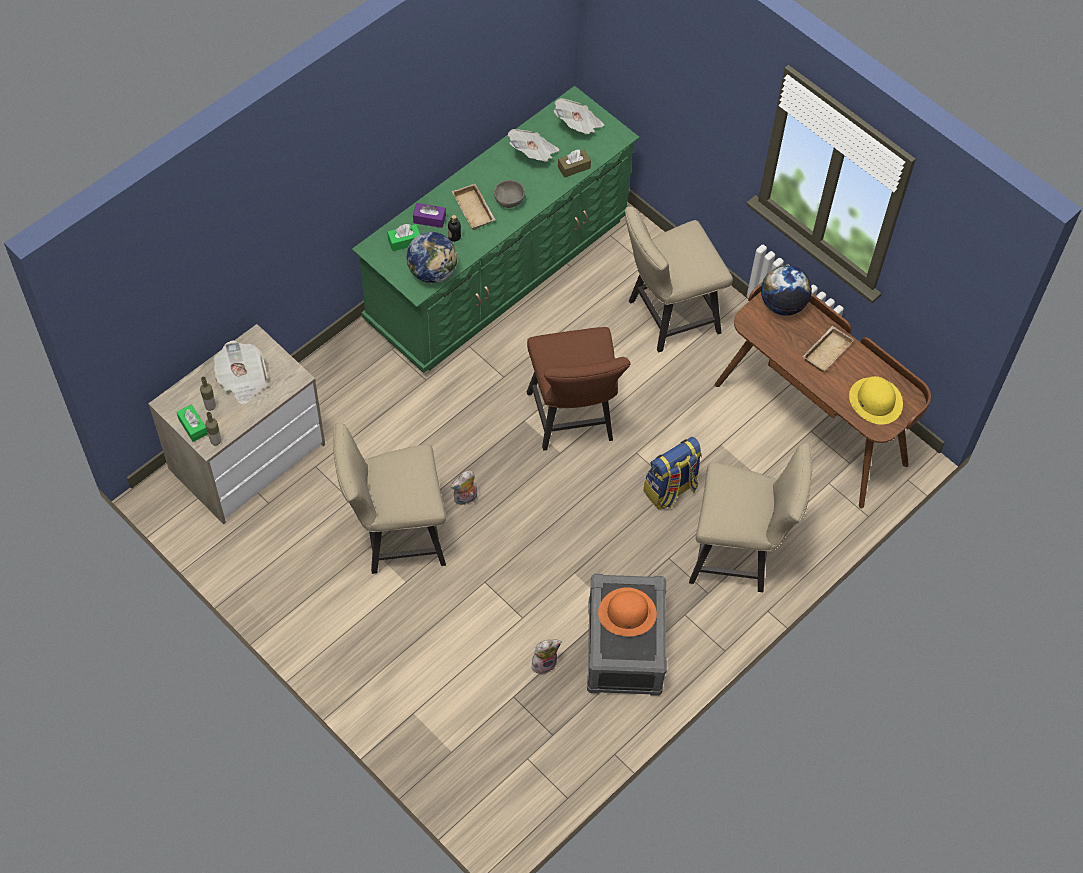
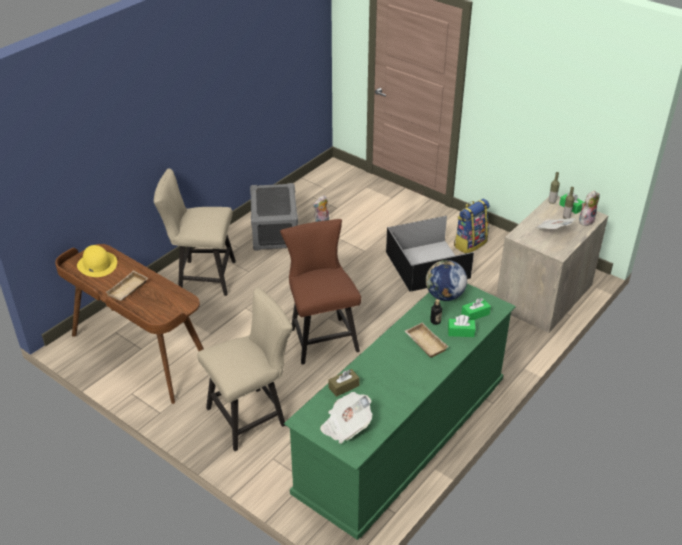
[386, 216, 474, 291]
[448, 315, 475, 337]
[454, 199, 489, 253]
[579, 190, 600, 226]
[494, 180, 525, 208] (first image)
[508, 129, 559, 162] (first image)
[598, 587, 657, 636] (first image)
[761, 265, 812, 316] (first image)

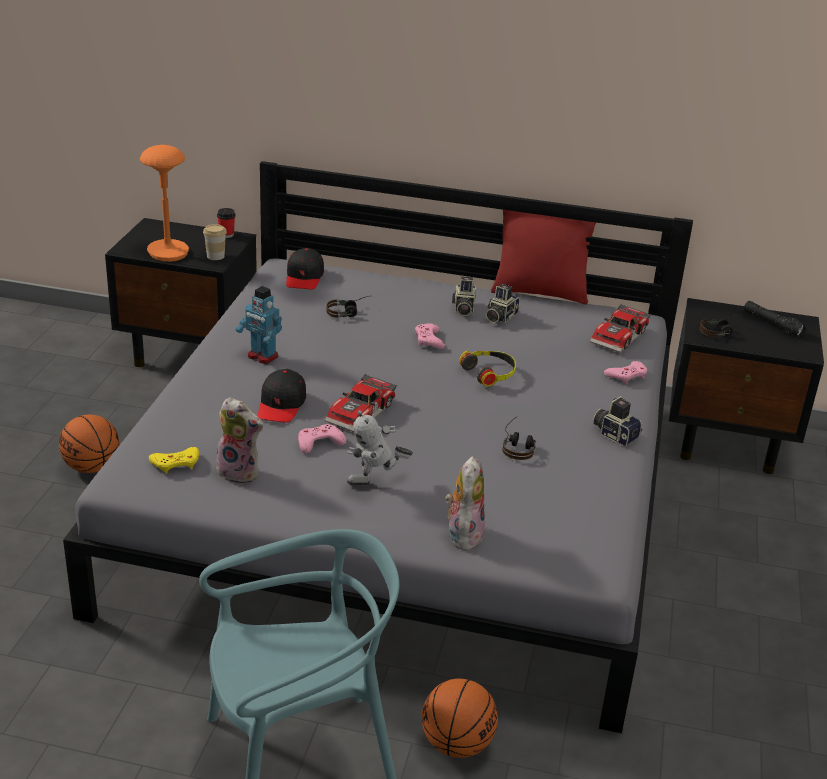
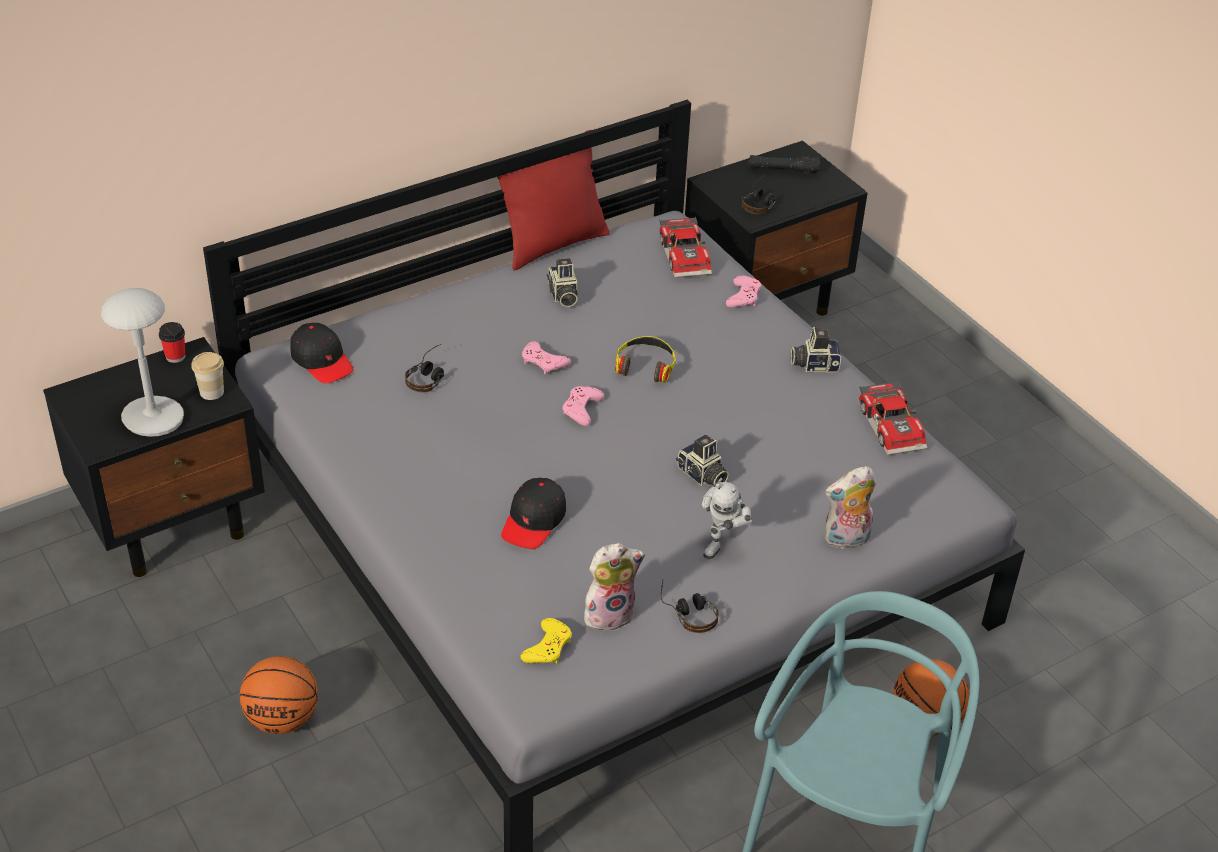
[101, 288, 184, 437]
[501, 477, 566, 549]
[563, 386, 604, 426]
[661, 580, 719, 633]
[676, 434, 729, 486]
[824, 466, 876, 549]
[859, 381, 927, 455]
[236, 286, 282, 364] (first image)

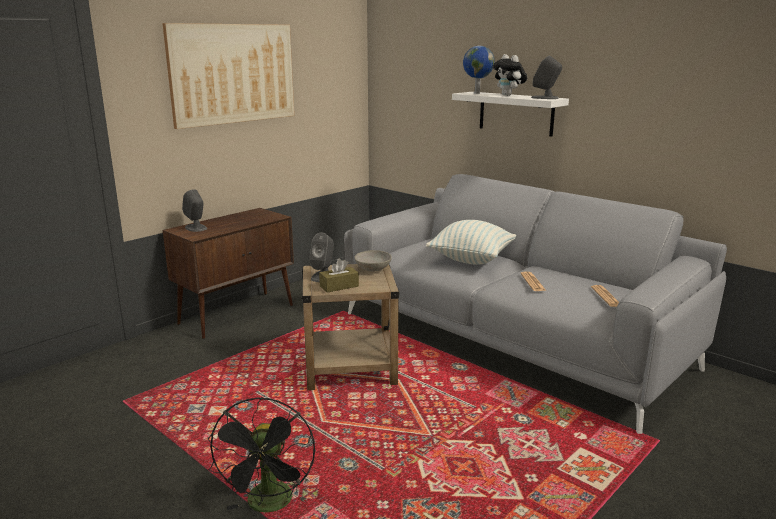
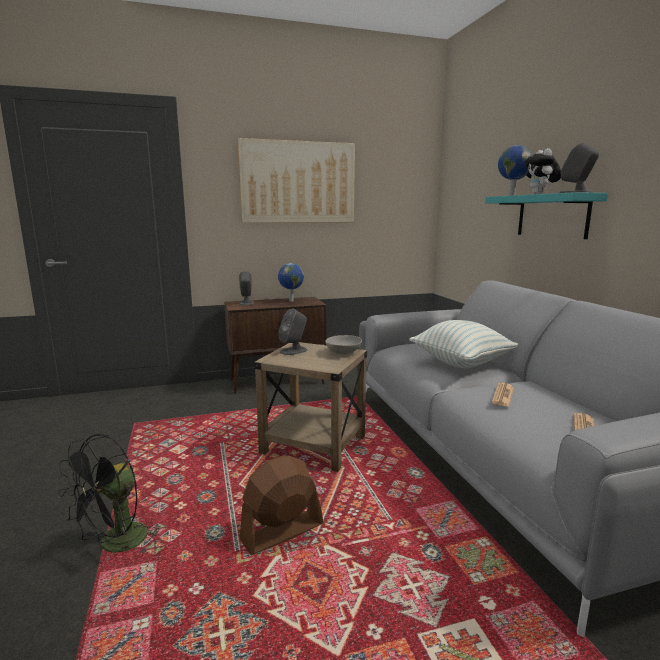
[239, 455, 323, 555]
[278, 263, 304, 302]
[485, 192, 608, 239]
[319, 259, 359, 293] (first image)

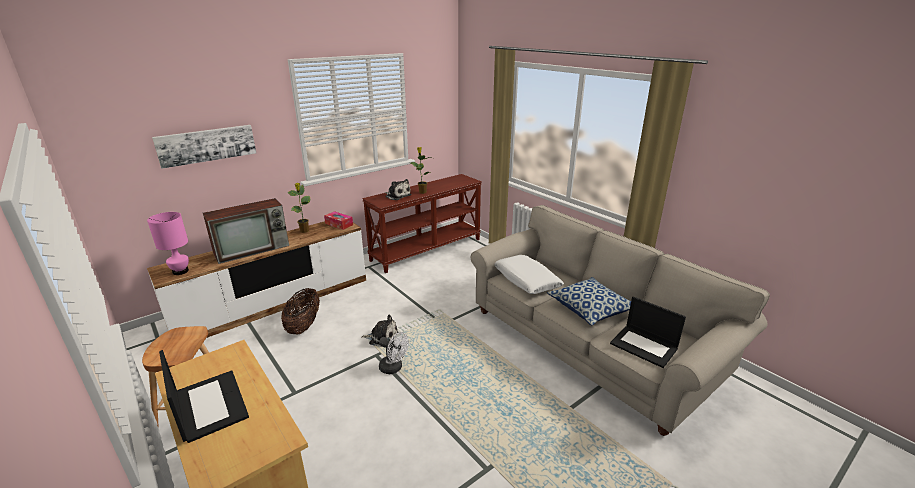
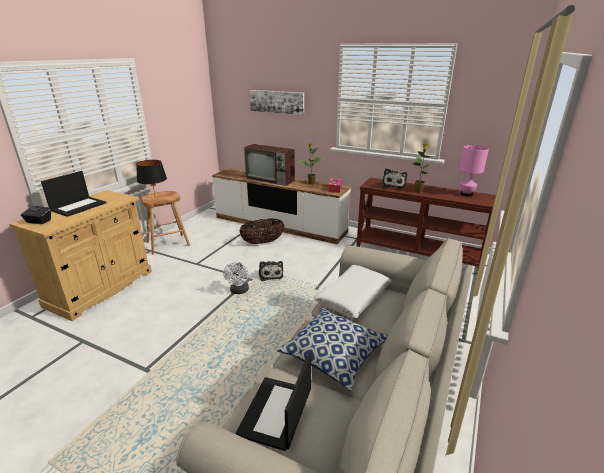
[21, 205, 51, 224]
[136, 160, 167, 195]
[459, 145, 489, 197]

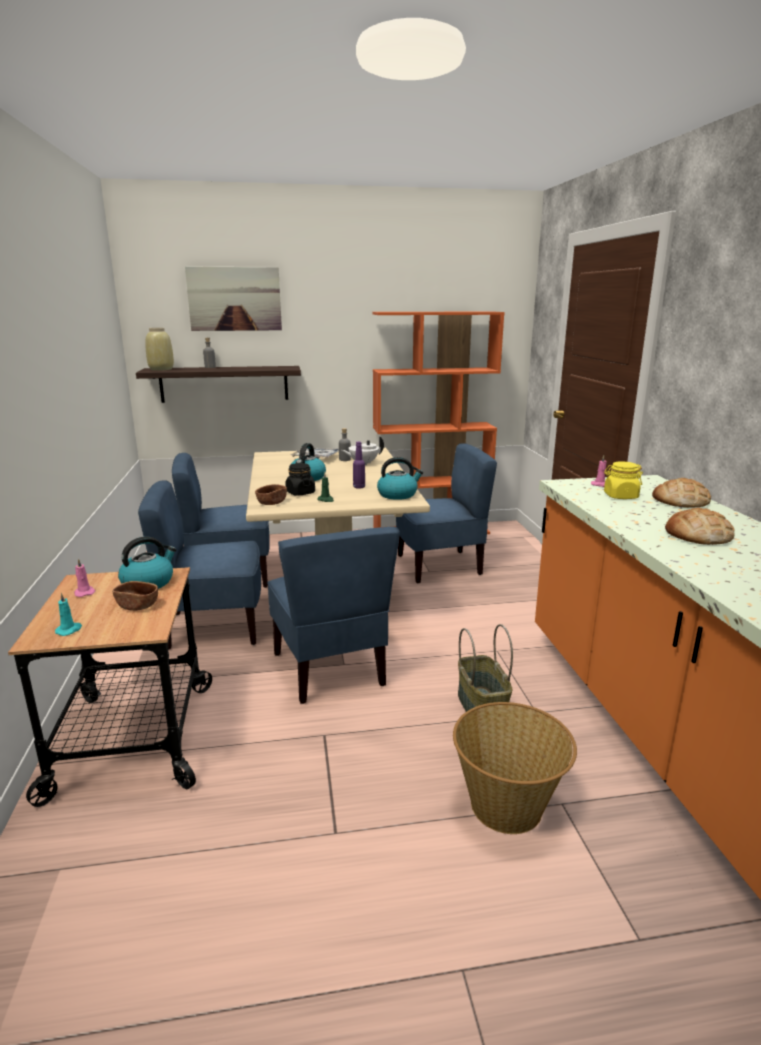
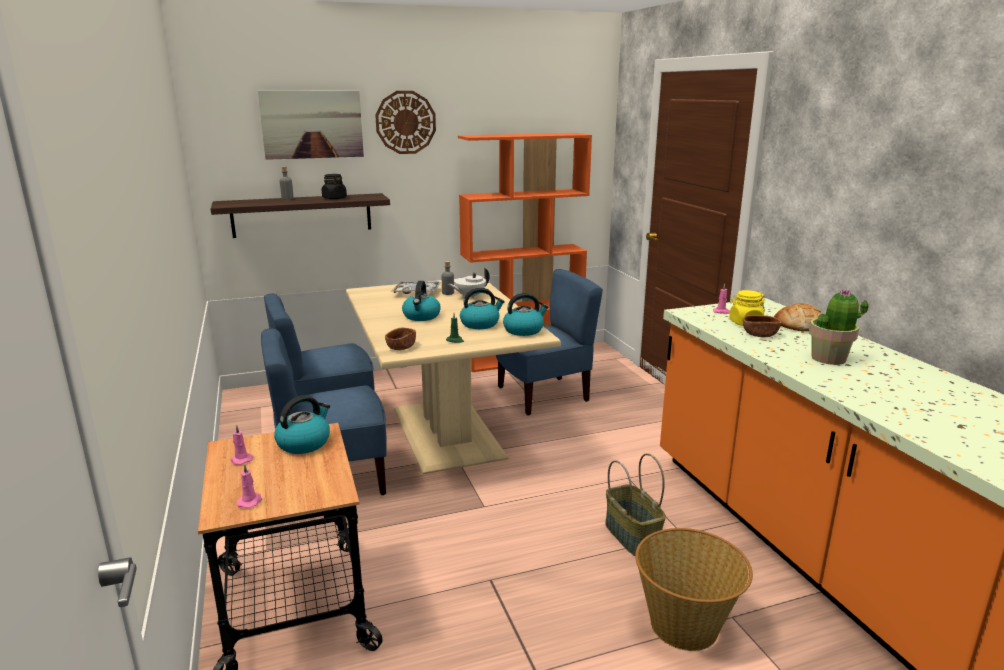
[237, 464, 263, 508]
[322, 174, 347, 199]
[375, 91, 436, 154]
[460, 288, 505, 329]
[743, 315, 782, 337]
[809, 289, 868, 365]
[145, 328, 174, 371] (first image)
[267, 527, 400, 704] (first image)

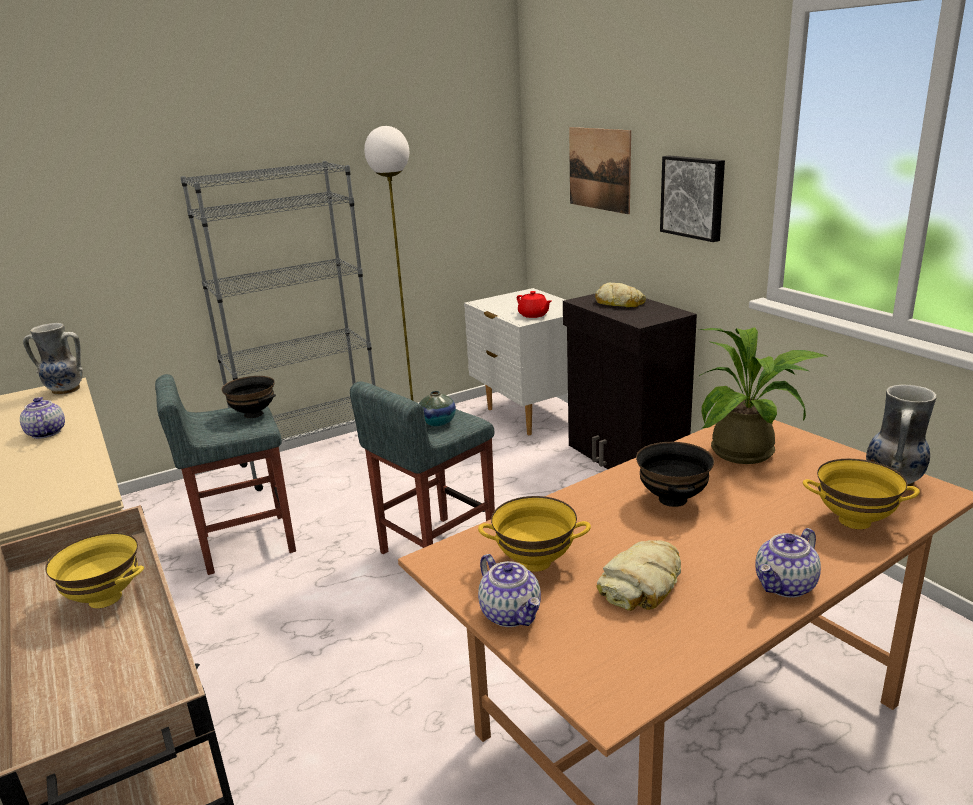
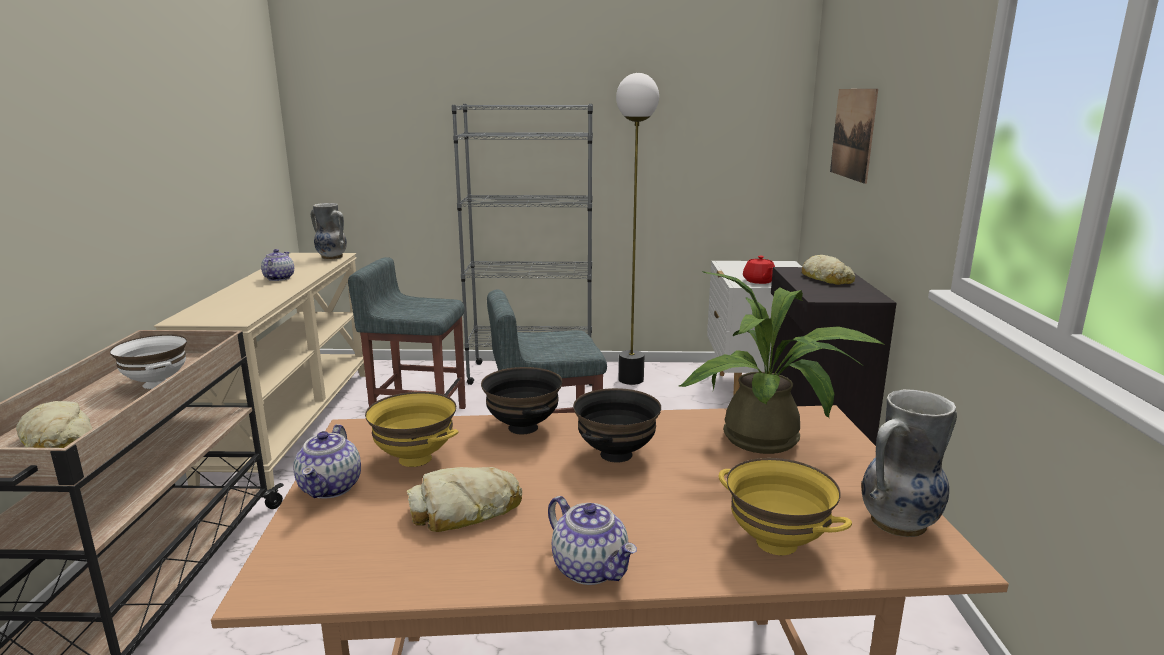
[16, 401, 93, 448]
[109, 334, 187, 389]
[481, 367, 562, 434]
[548, 496, 637, 585]
[419, 391, 456, 426] (first image)
[660, 156, 725, 242] (first image)

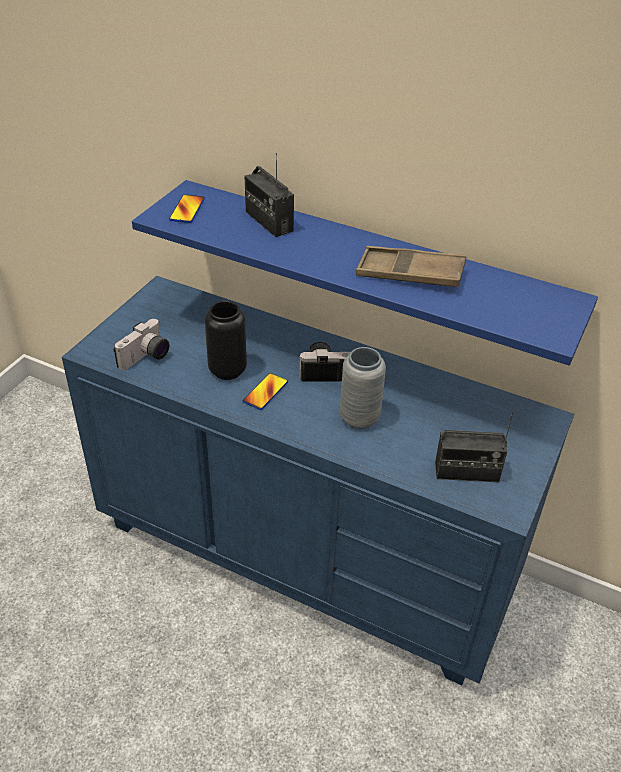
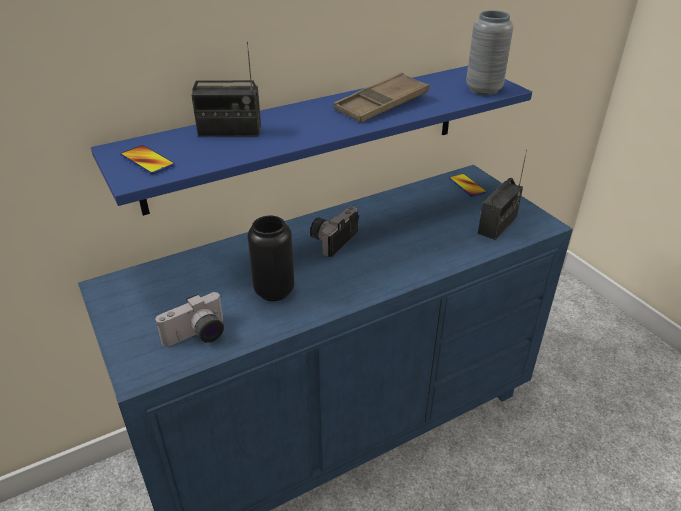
[155, 292, 224, 347]
[449, 174, 487, 197]
[466, 10, 513, 95]

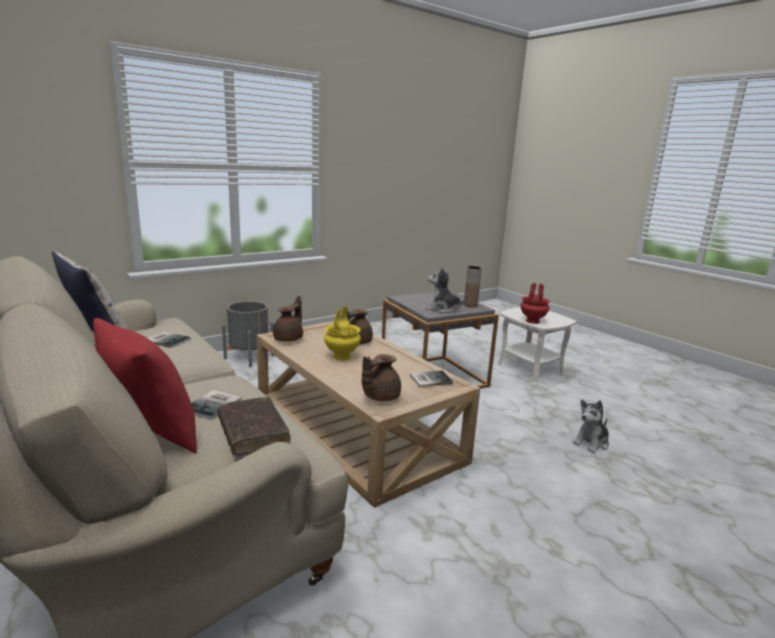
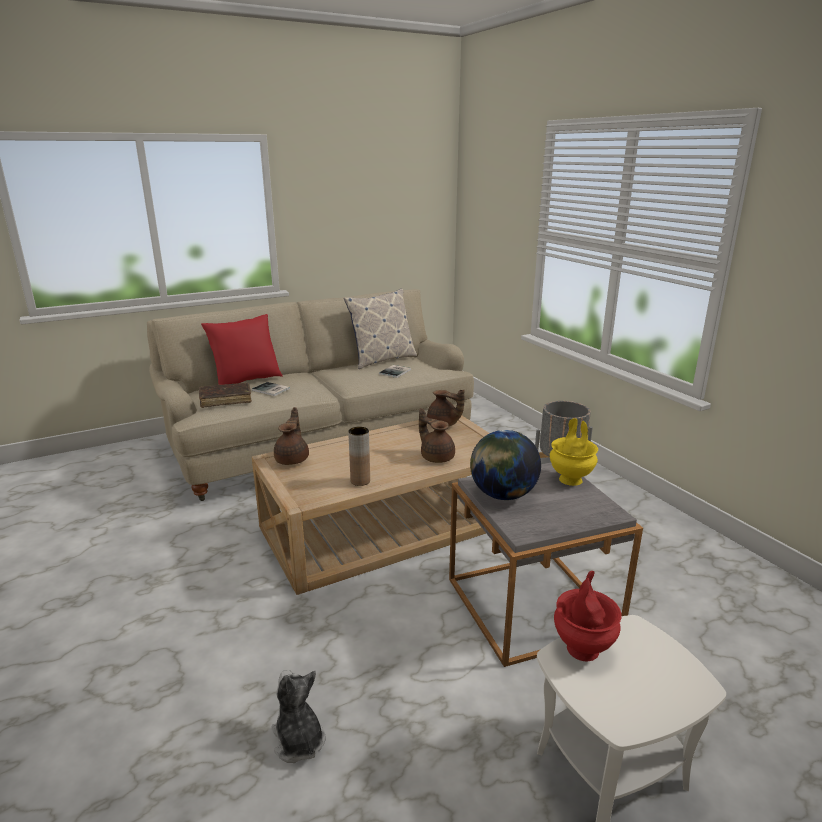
[274, 407, 309, 465]
[348, 427, 370, 486]
[470, 430, 541, 500]
[550, 418, 598, 486]
[410, 370, 453, 387] (first image)

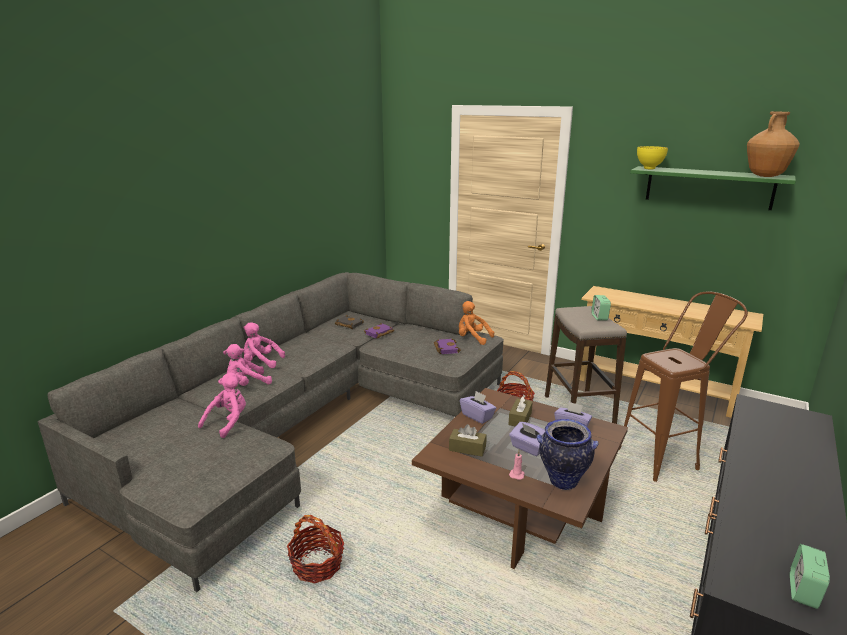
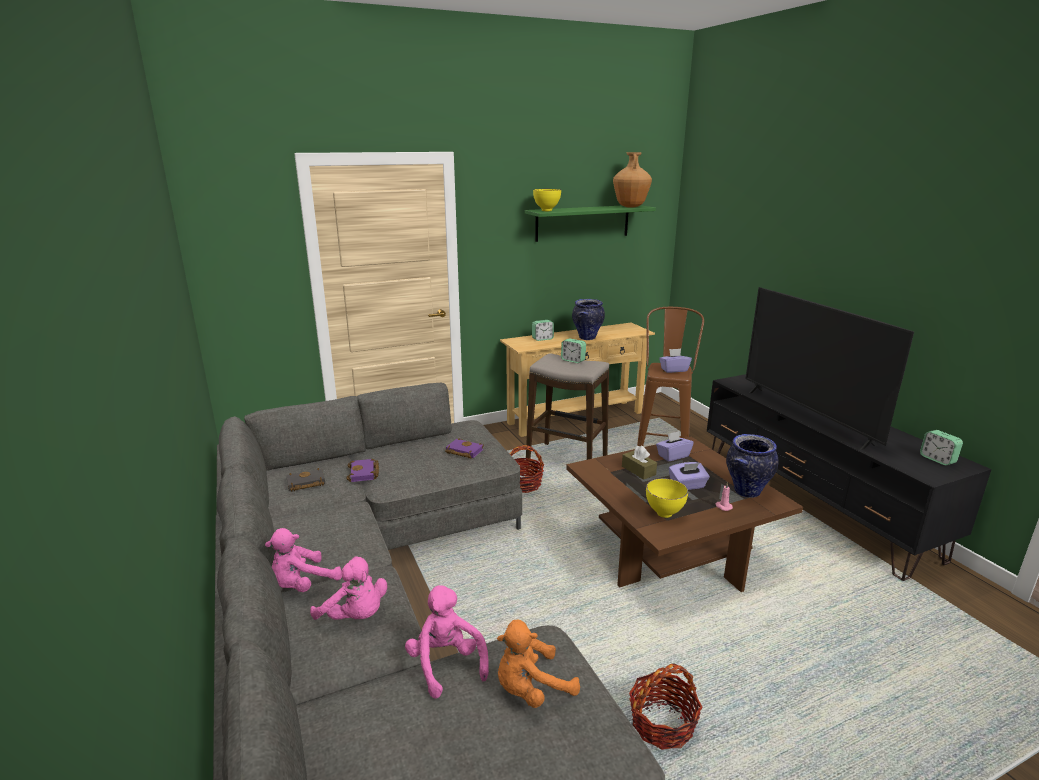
[310, 556, 387, 620]
[497, 620, 580, 708]
[532, 320, 554, 341]
[572, 299, 605, 340]
[646, 478, 688, 518]
[659, 349, 692, 373]
[745, 287, 914, 450]

